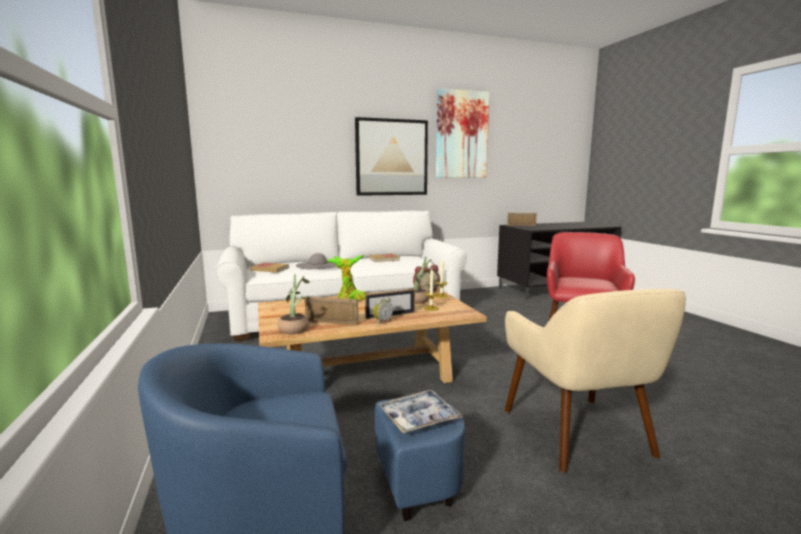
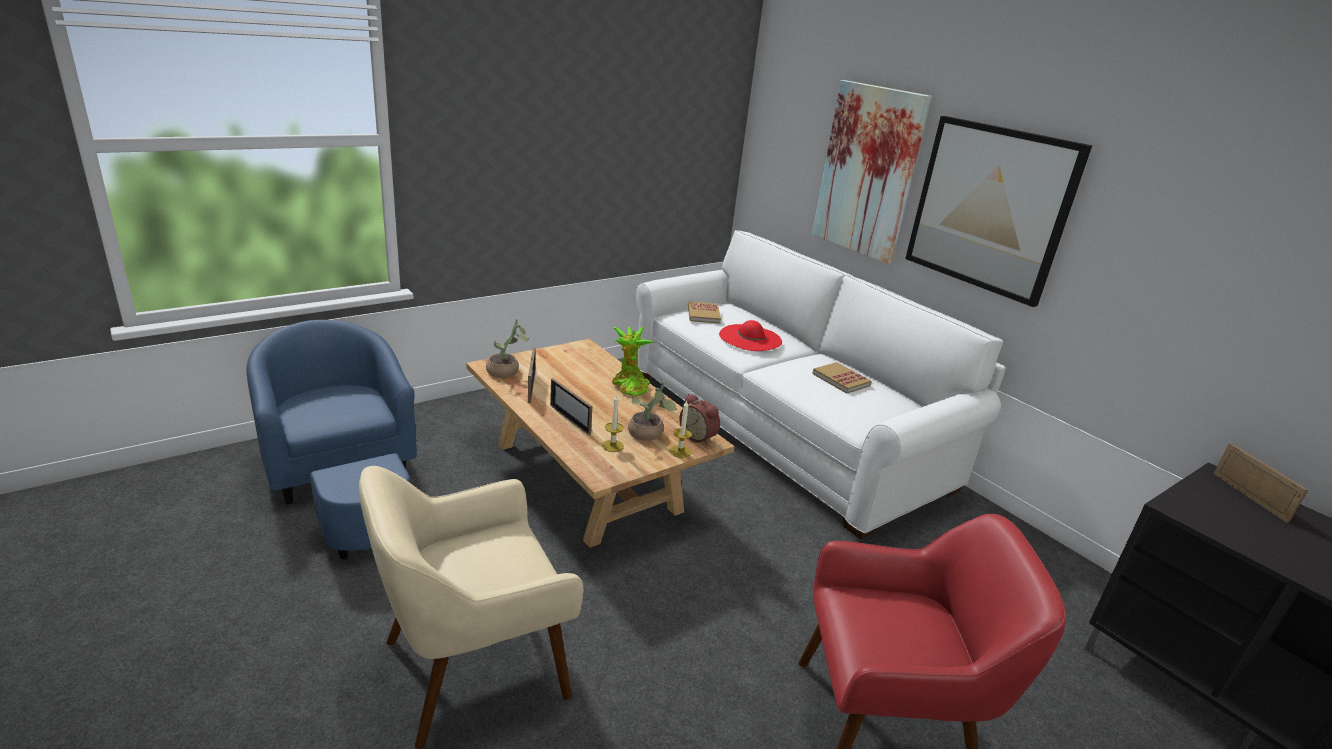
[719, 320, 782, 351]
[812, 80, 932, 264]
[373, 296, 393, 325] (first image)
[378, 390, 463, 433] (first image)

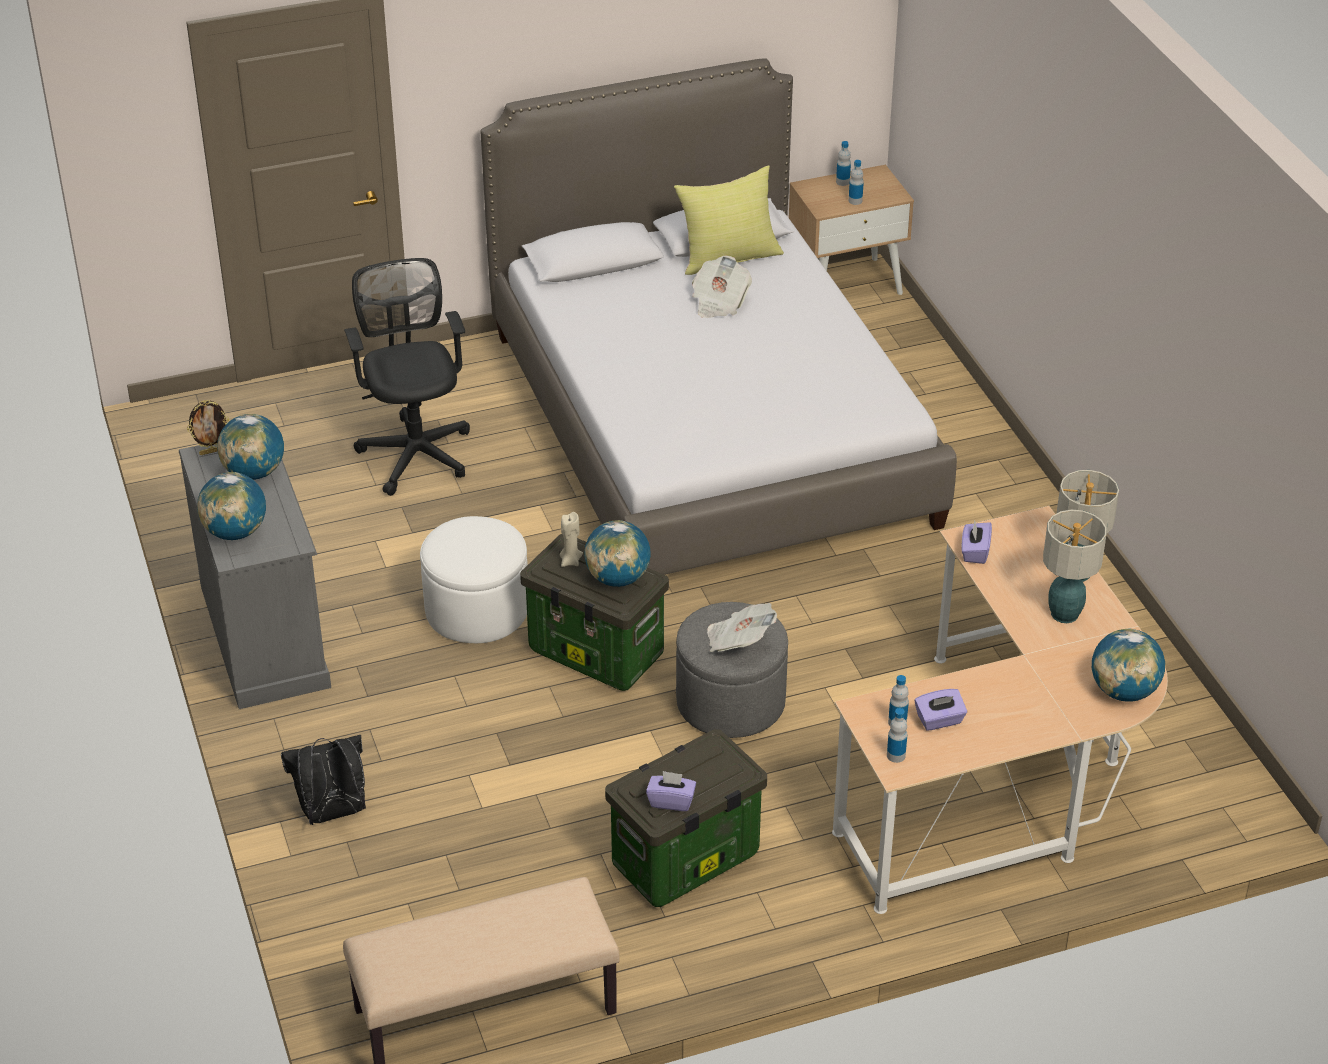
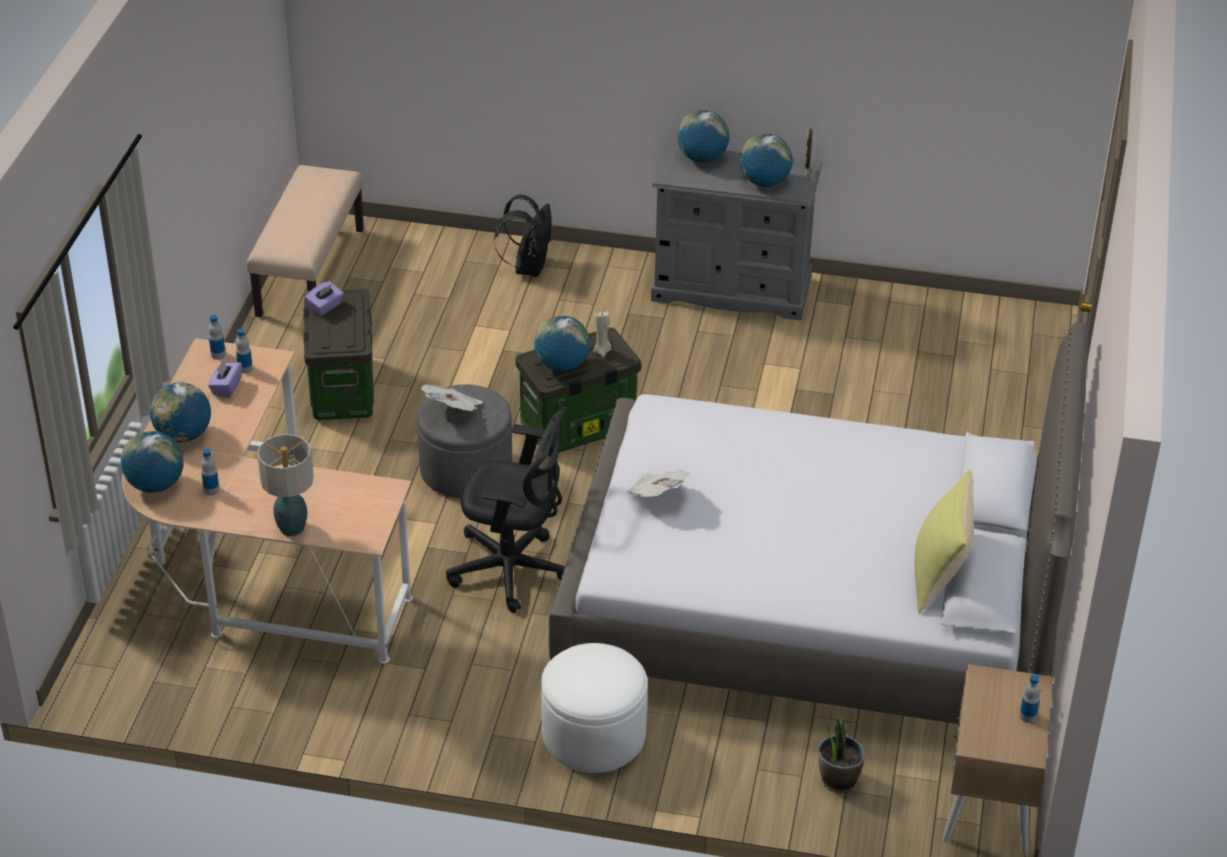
[150, 382, 211, 442]
[201, 449, 219, 495]
[446, 407, 567, 613]
[541, 643, 648, 773]
[626, 470, 690, 497]
[818, 708, 865, 793]
[961, 521, 992, 564] (first image)
[1043, 509, 1106, 623] (first image)

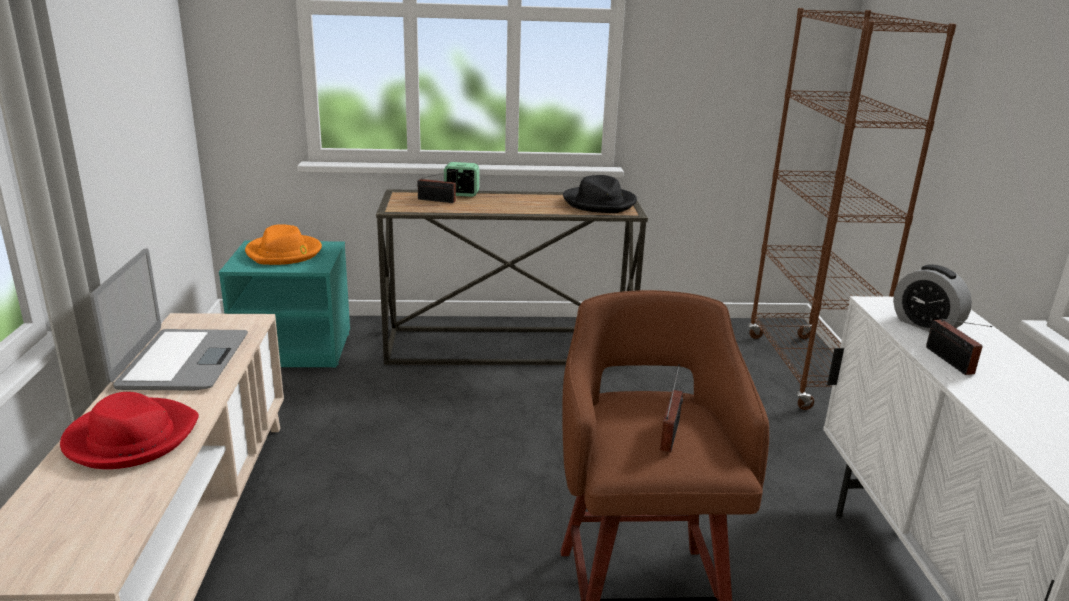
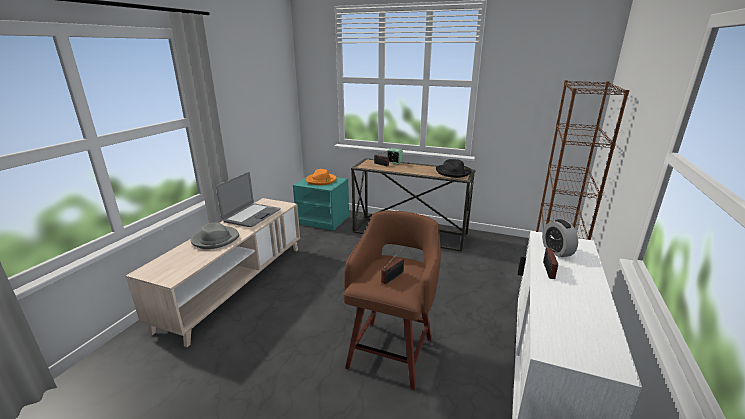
[191, 222, 240, 249]

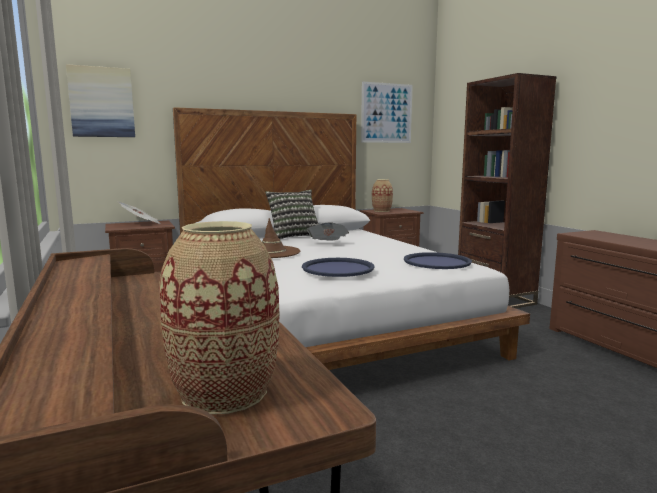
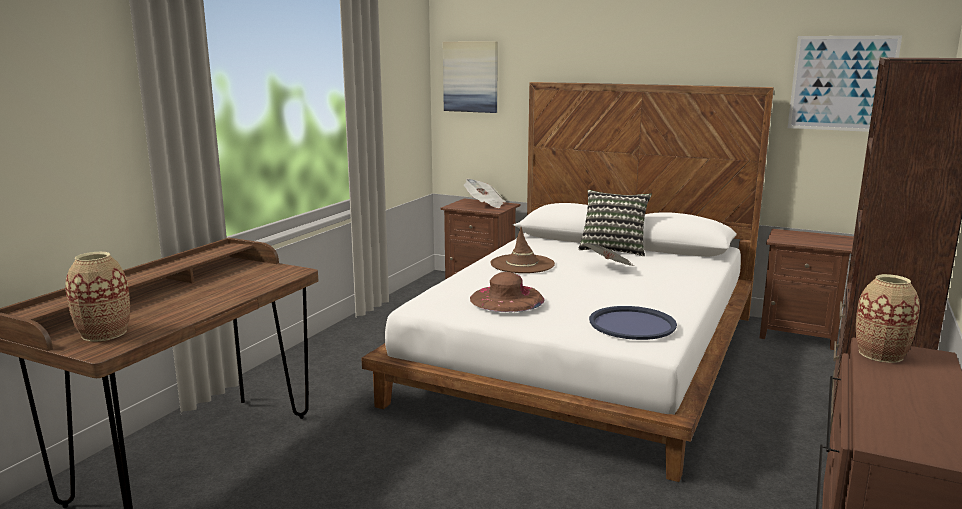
[470, 272, 545, 312]
[856, 274, 920, 363]

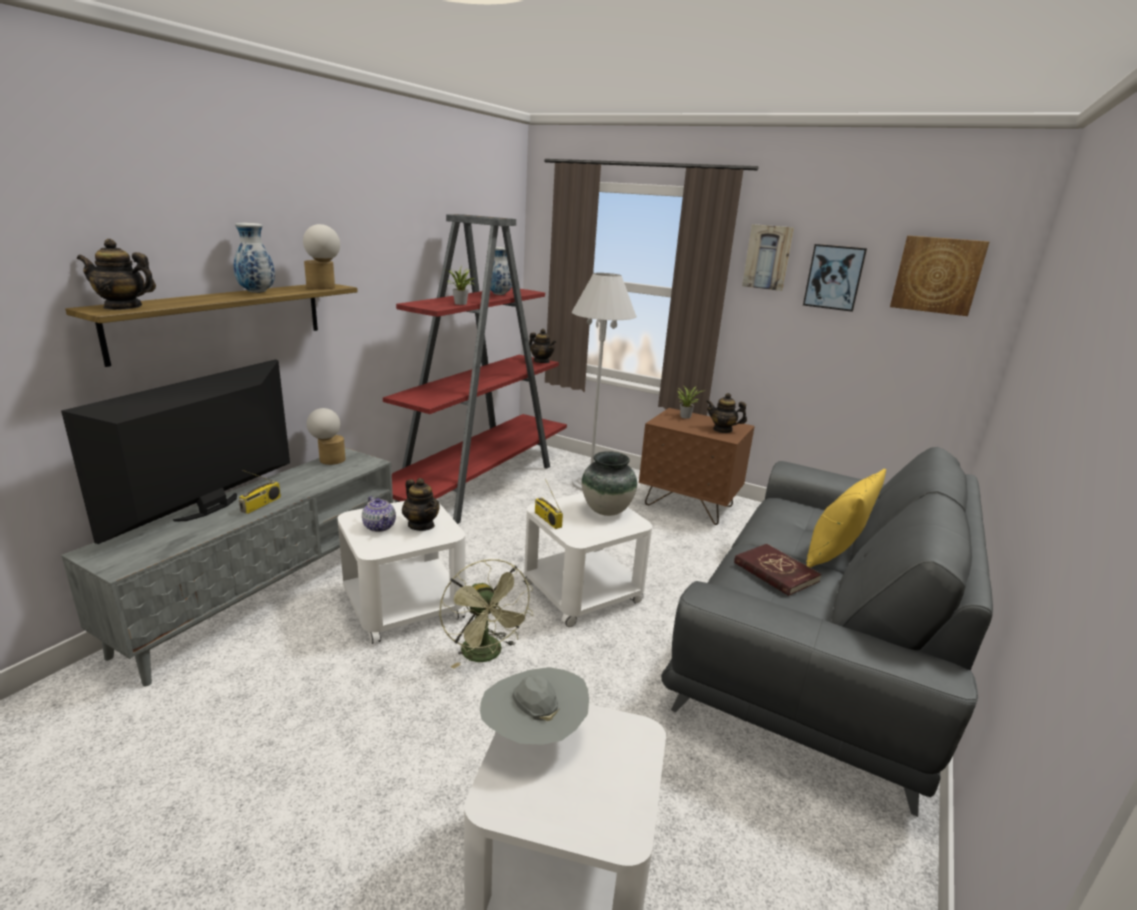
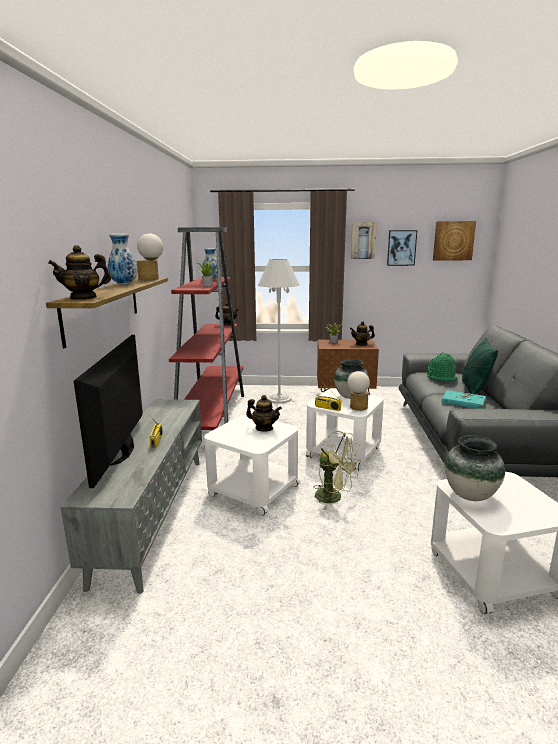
[347, 371, 370, 411]
[427, 352, 458, 382]
[442, 390, 486, 409]
[444, 435, 505, 501]
[462, 338, 498, 394]
[362, 496, 396, 532] (first image)

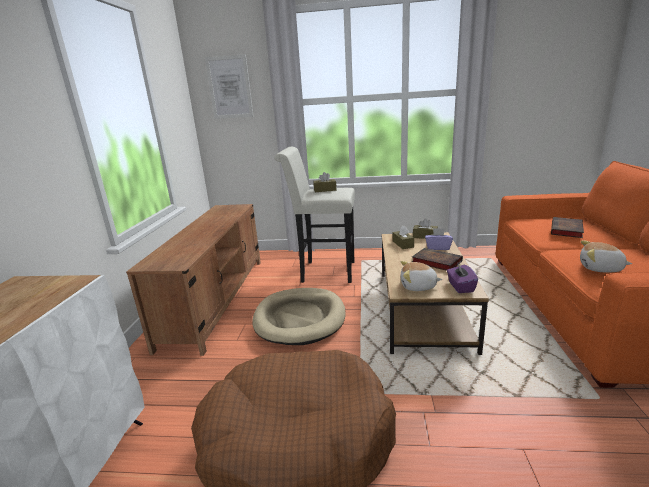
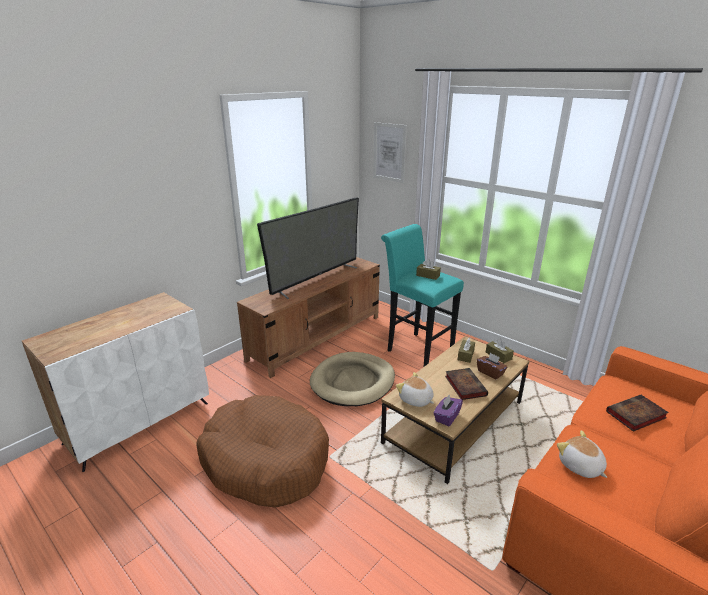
[257, 197, 359, 299]
[381, 224, 464, 367]
[477, 352, 508, 380]

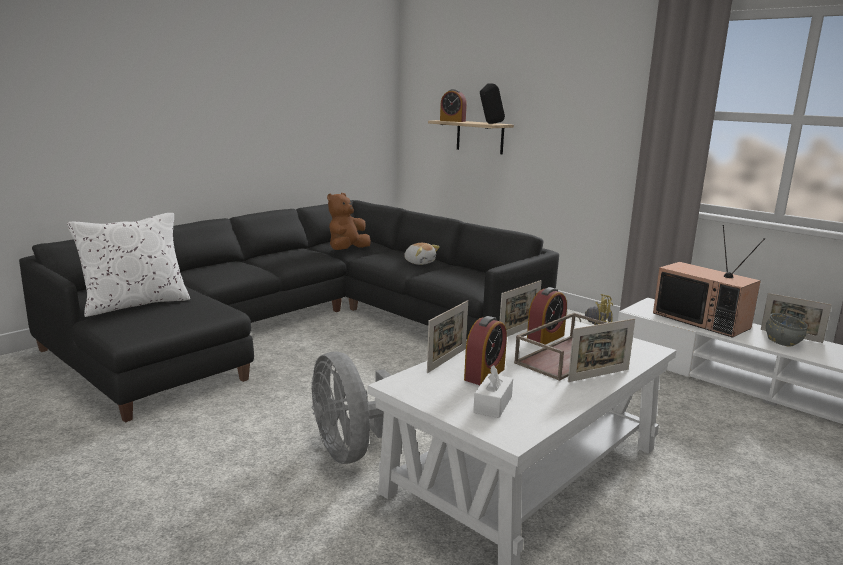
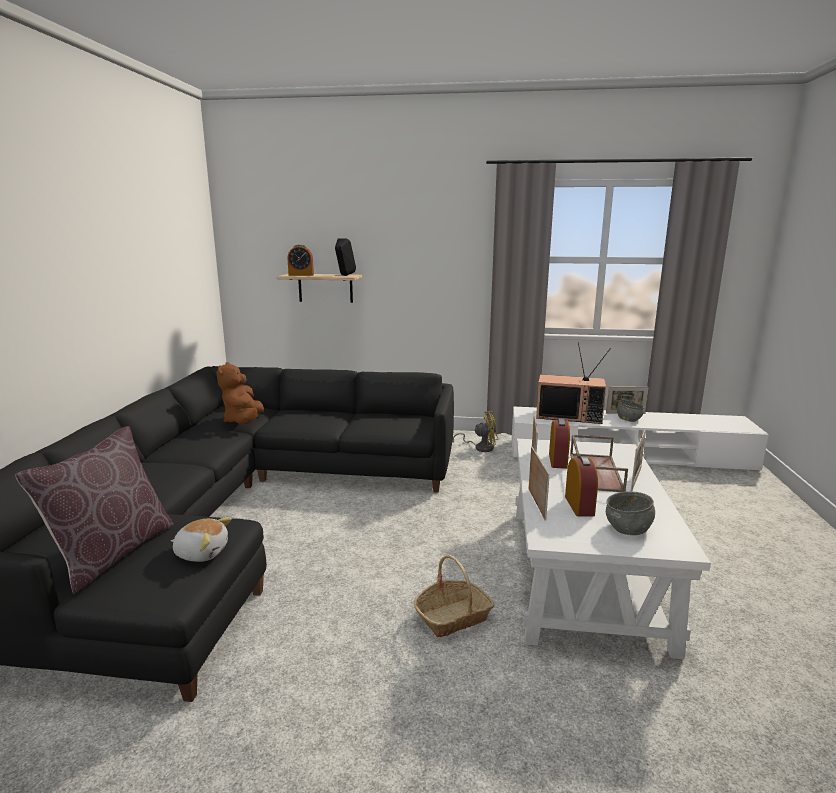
[15, 426, 173, 594]
[171, 517, 232, 562]
[414, 555, 495, 637]
[606, 491, 655, 535]

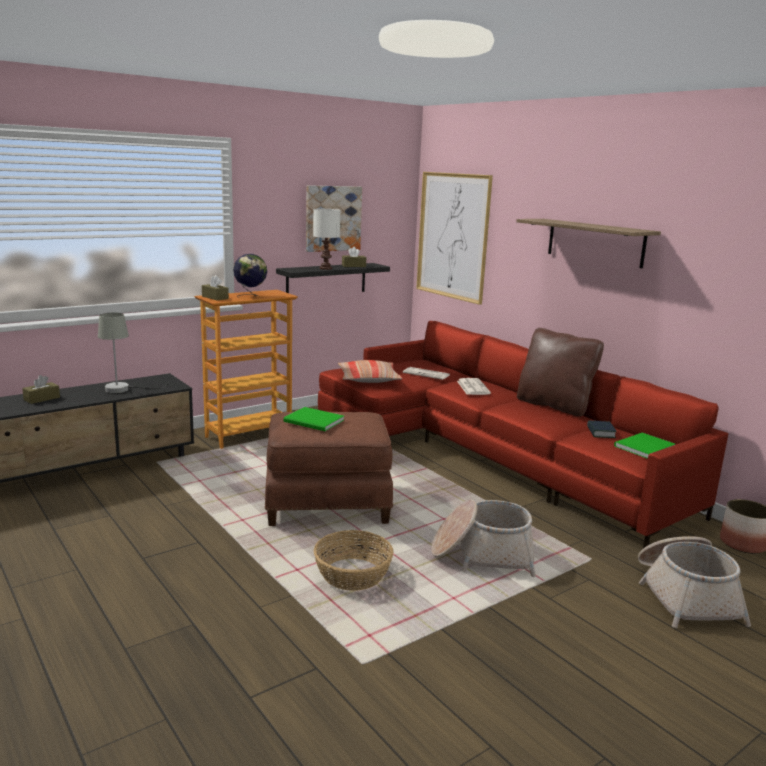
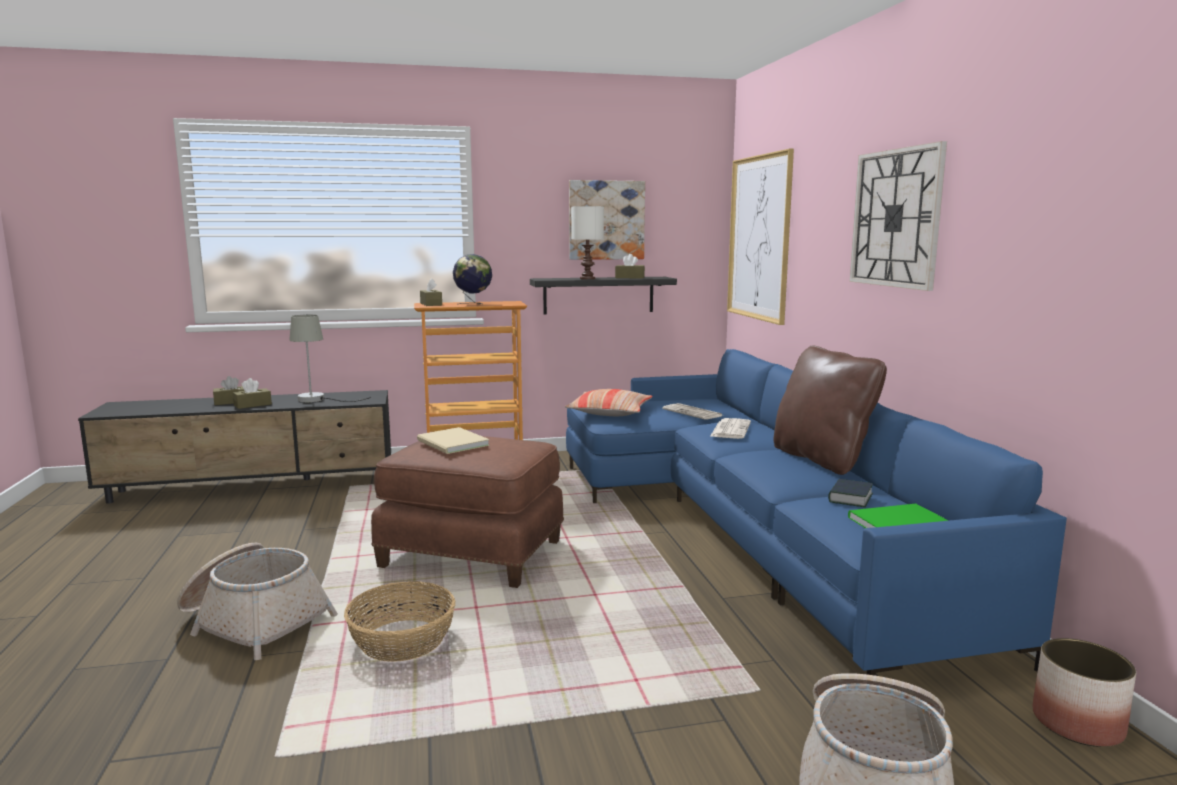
[177, 543, 338, 660]
[233, 378, 272, 409]
[417, 427, 490, 454]
[566, 349, 1067, 676]
[850, 141, 947, 291]

